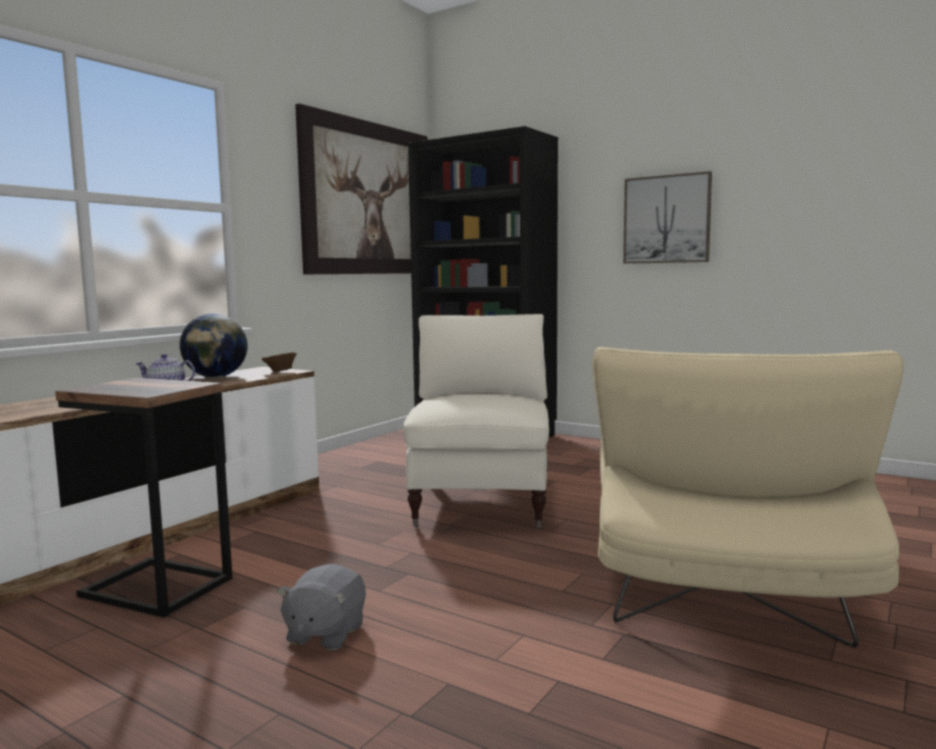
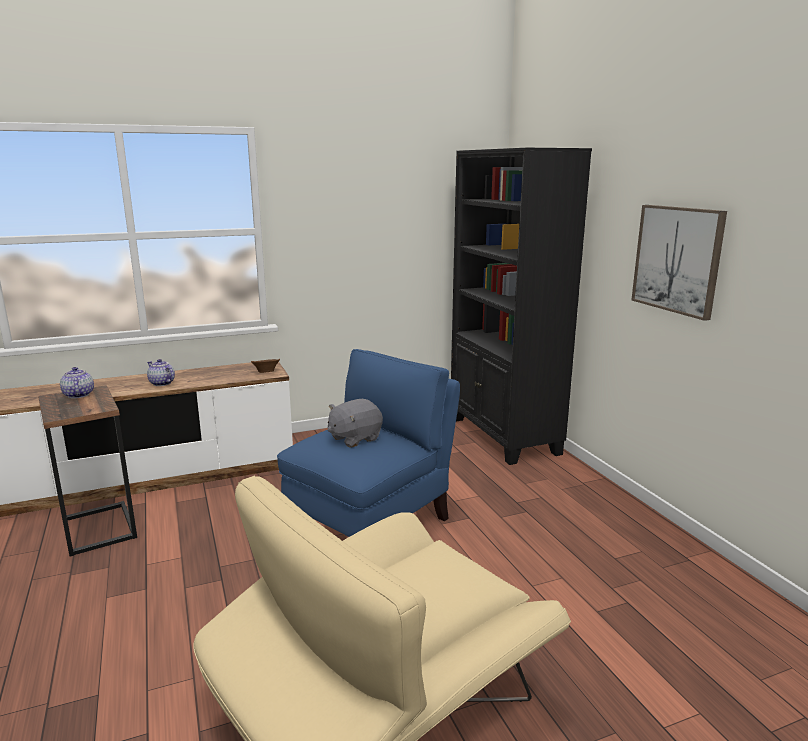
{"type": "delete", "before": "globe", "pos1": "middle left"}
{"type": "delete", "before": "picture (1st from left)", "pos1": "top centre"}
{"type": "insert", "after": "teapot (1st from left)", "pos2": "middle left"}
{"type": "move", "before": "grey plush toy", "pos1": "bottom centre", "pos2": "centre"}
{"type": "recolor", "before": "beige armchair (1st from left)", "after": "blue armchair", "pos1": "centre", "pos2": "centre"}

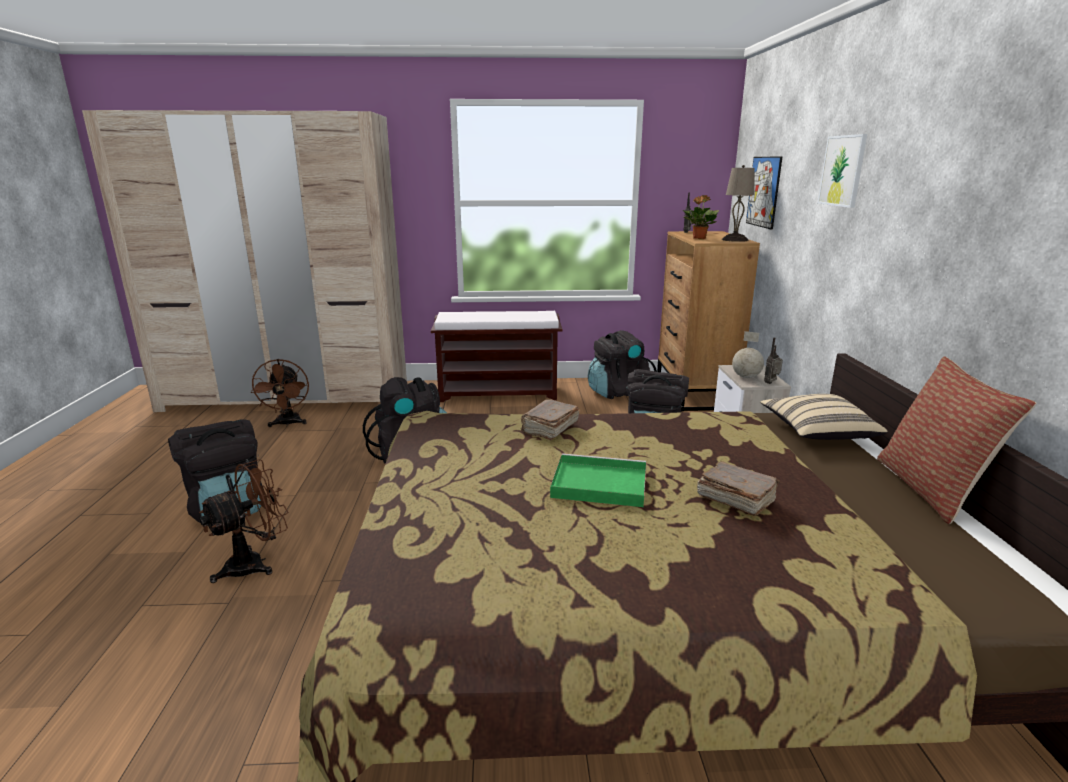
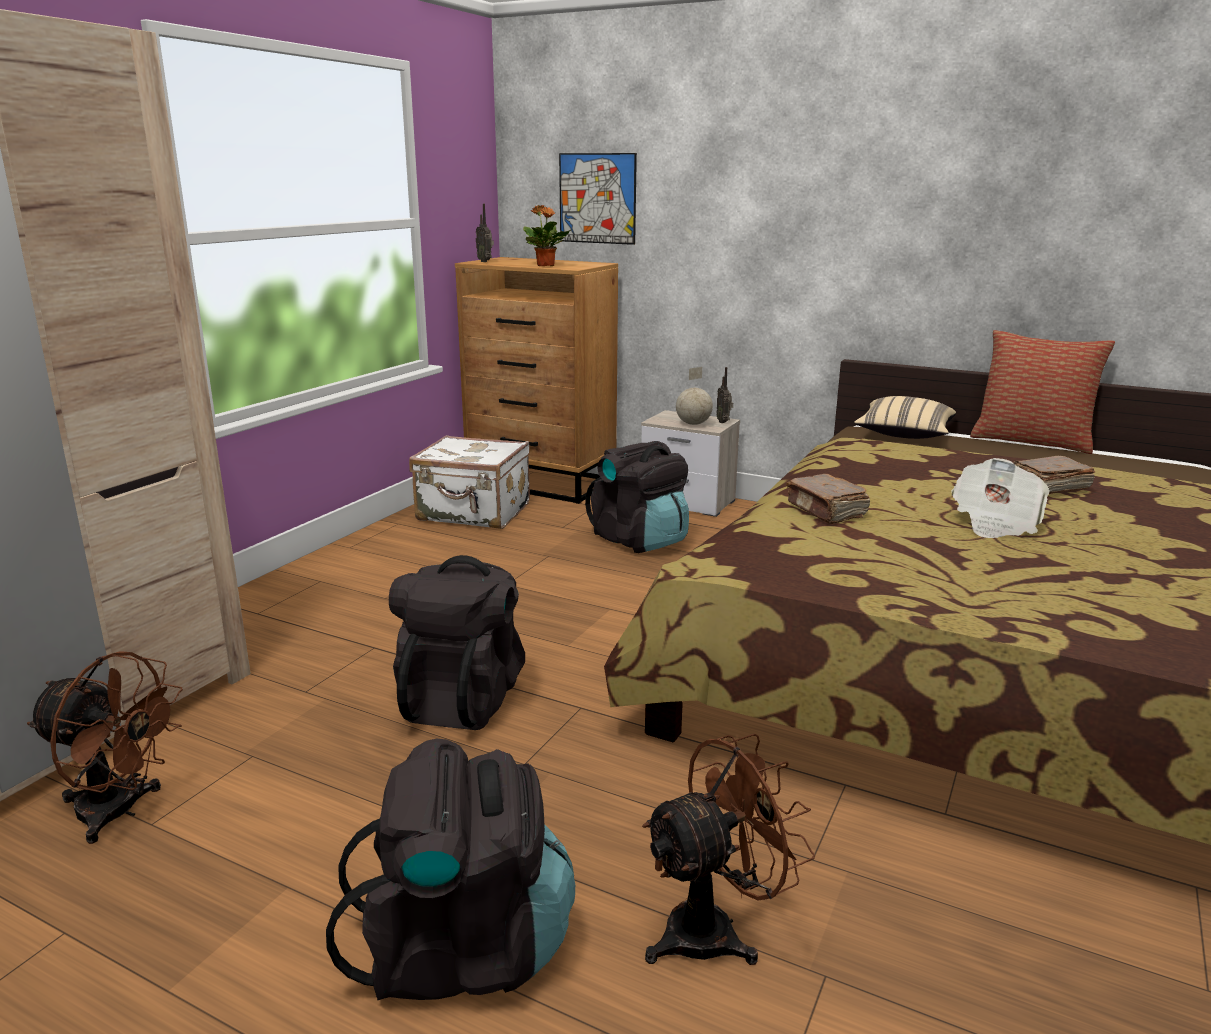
{"type": "delete", "before": "brown bench", "pos1": "centre"}
{"type": "delete", "before": "beige table lamp", "pos1": "top right"}
{"type": "delete", "before": "picture (2nd from left)", "pos1": "top right"}
{"type": "replace", "before": "green tray", "after": "newspaper", "pos1": "centre", "pos2": "middle right"}
{"type": "replace", "before": "black backpack (3rd from left)", "after": "white suitcase", "pos1": "centre", "pos2": "centre"}
{"type": "rotate", "before": "brown fan (1st from left in the first image)", "pos1": "middle left", "pos2": "bottom centre", "turn": 75}

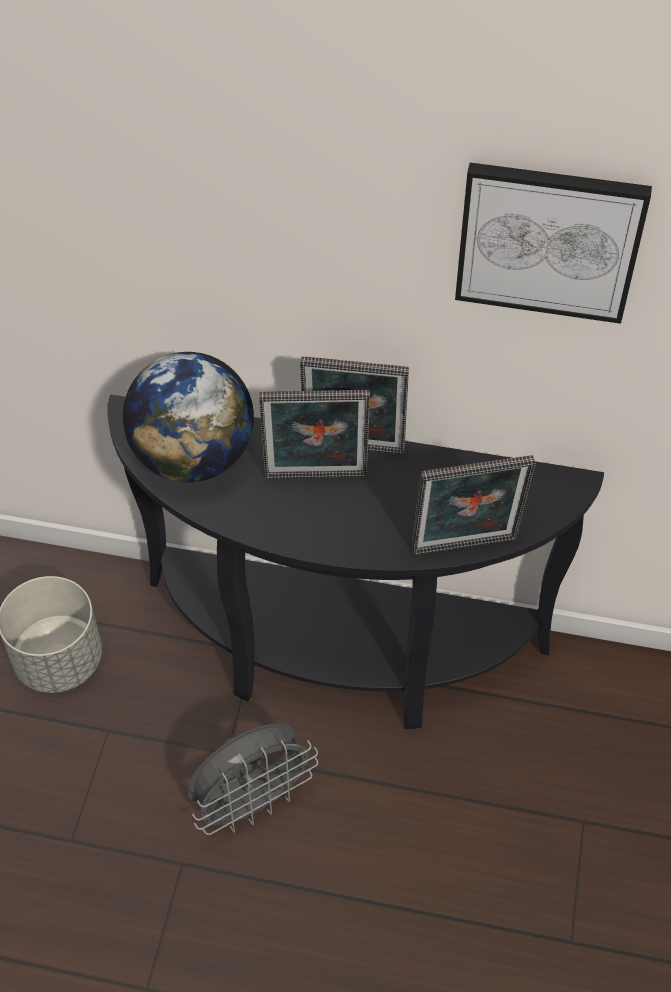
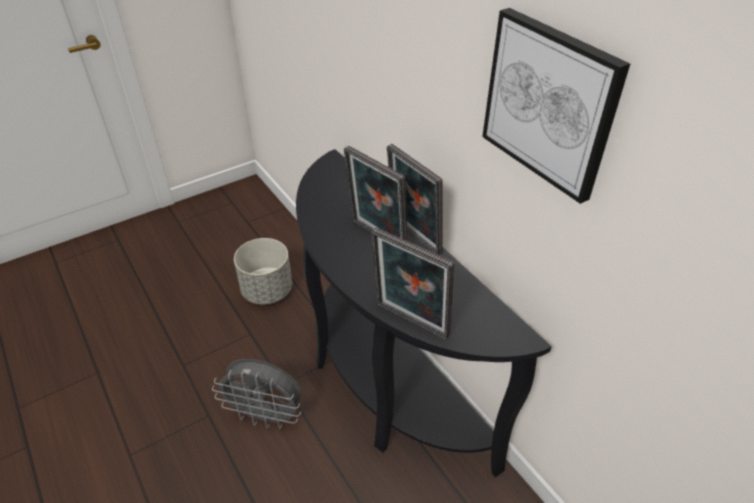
{"type": "delete", "before": "globe", "pos1": "middle left"}

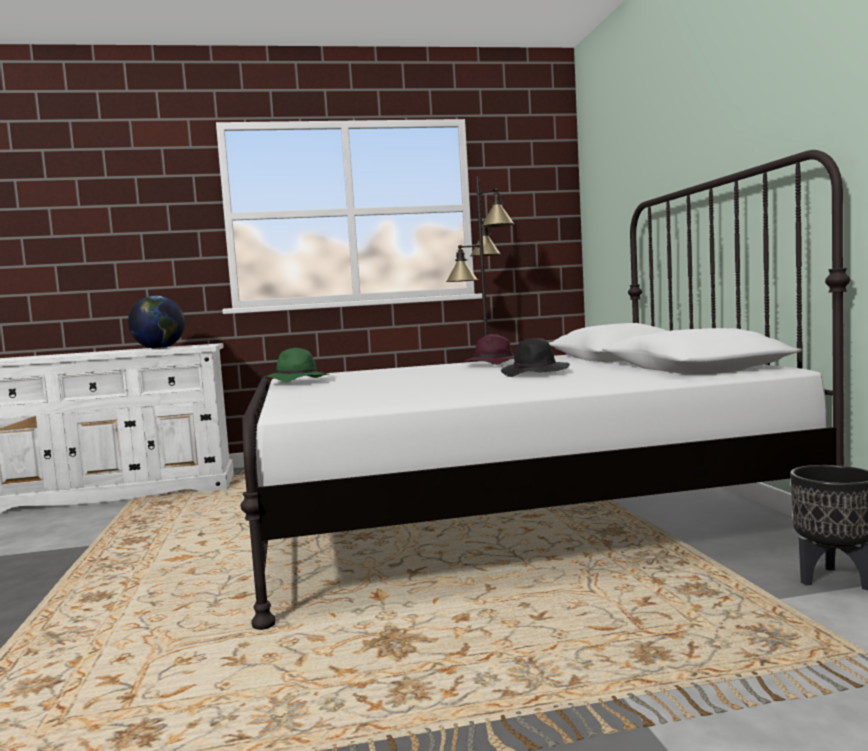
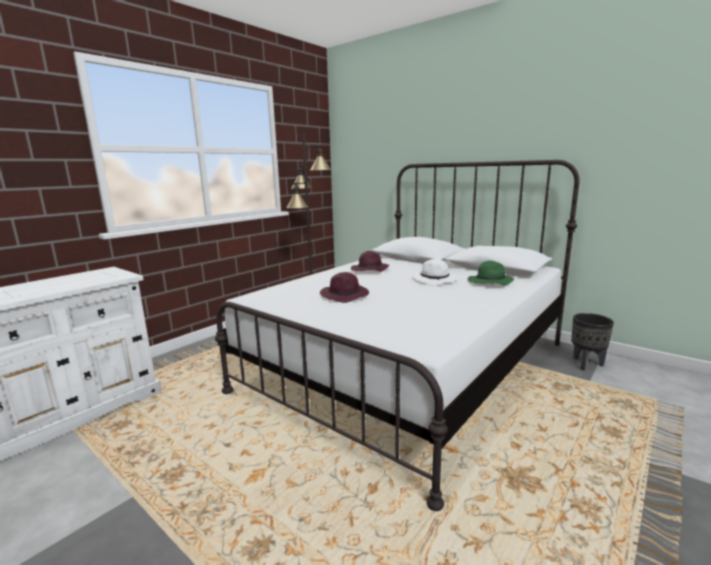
{"type": "delete", "before": "globe", "pos1": "middle left"}
{"type": "insert", "after": "purple hat (1st from left)", "pos2": "centre"}
{"type": "move", "before": "green hat", "pos1": "centre", "pos2": "middle right"}
{"type": "recolor", "before": "black hat", "after": "white hat", "pos1": "centre", "pos2": "centre"}

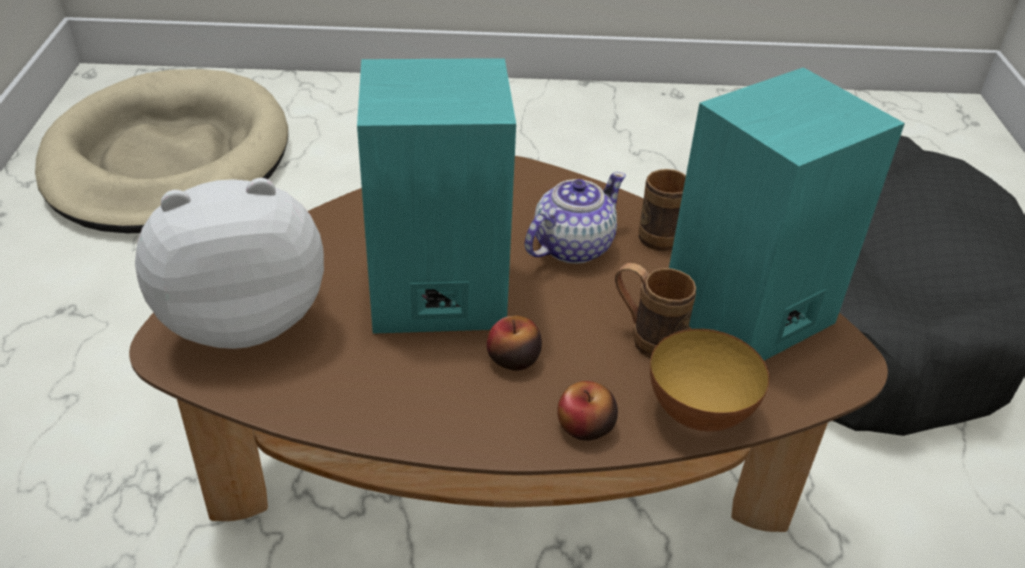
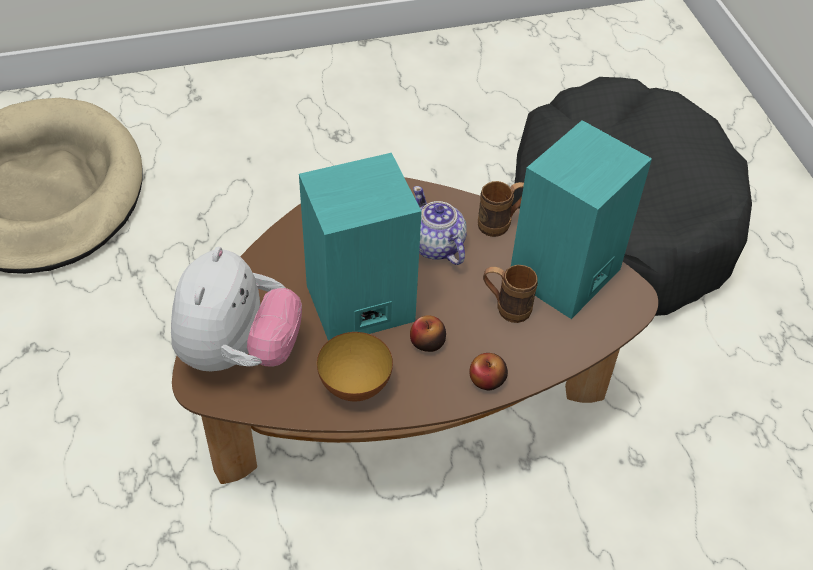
{"type": "move", "before": "bowl", "pos1": "bottom right", "pos2": "centre"}
{"type": "rotate", "before": "plush toy", "pos1": "middle left", "pos2": "middle left", "turn": 135}
{"type": "rotate", "before": "teapot", "pos1": "centre", "pos2": "centre", "turn": -60}

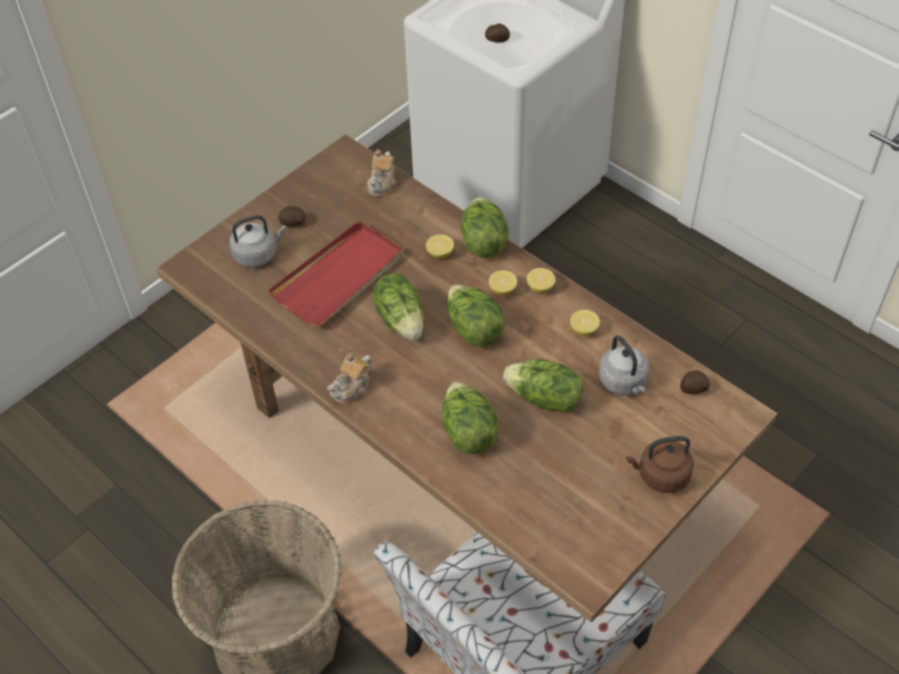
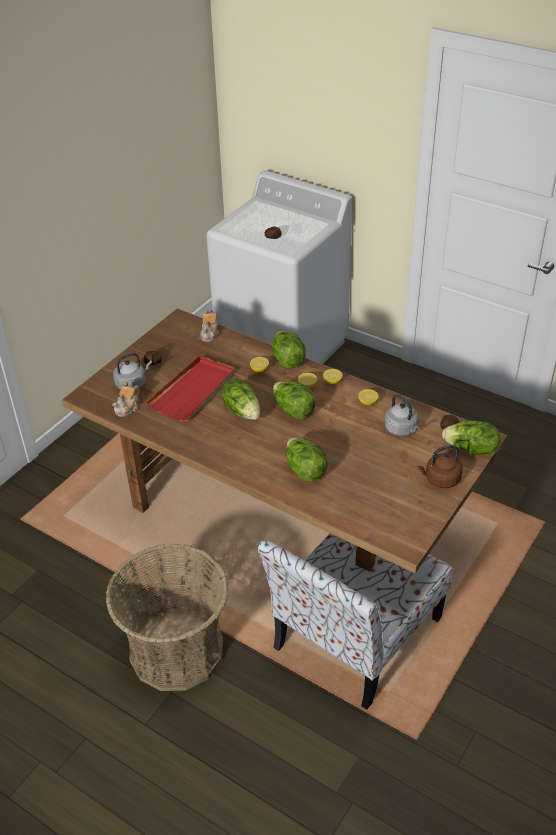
{"type": "move", "before": "teapot (1st from left)", "pos1": "centre", "pos2": "middle left"}
{"type": "move", "before": "lettuce (5th from left)", "pos1": "centre", "pos2": "middle right"}

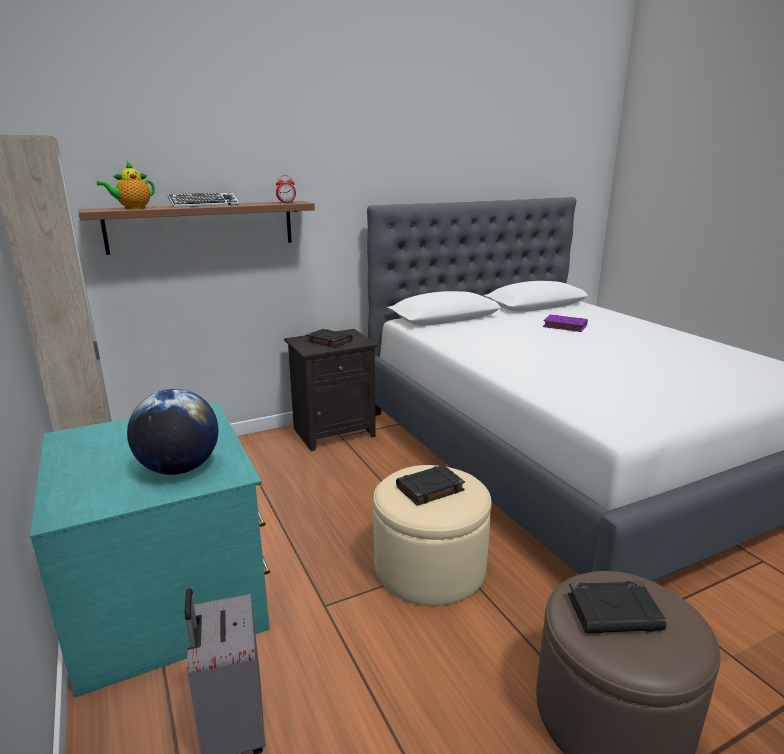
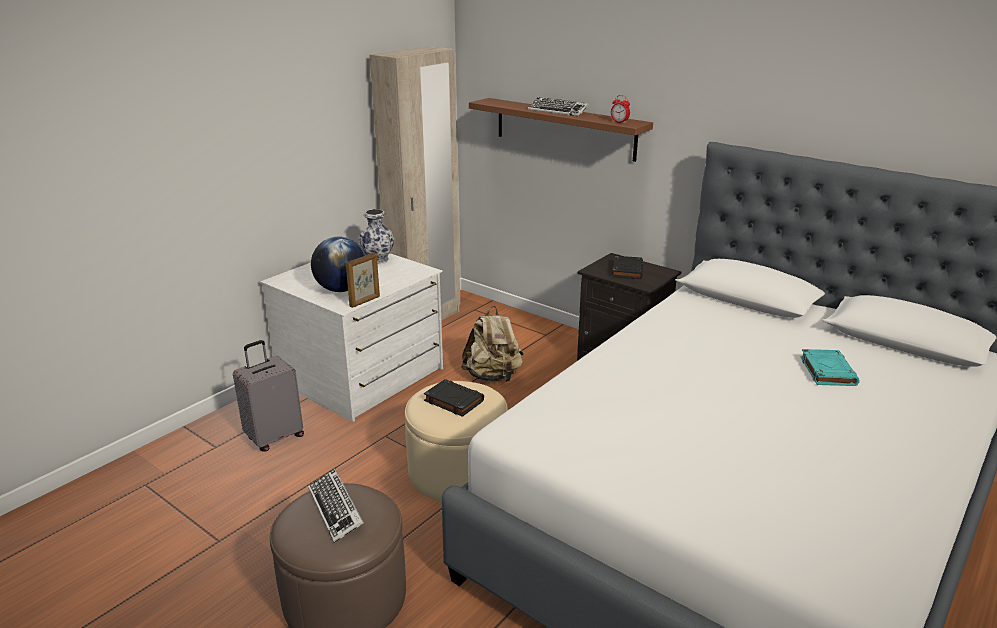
{"type": "delete", "before": "teapot", "pos1": "top left"}
{"type": "insert", "after": "picture frame", "pos2": "centre"}
{"type": "insert", "after": "vase", "pos2": "centre"}
{"type": "insert", "after": "beige backpack", "pos2": "centre"}
{"type": "replace", "before": "black book (3rd from left)", "after": "keyboard (1st from left)", "pos1": "bottom right", "pos2": "bottom centre"}
{"type": "recolor", "before": "turquoise dresser", "after": "white dresser", "pos1": "bottom left", "pos2": "centre"}
{"type": "recolor", "before": "purple book", "after": "turquoise book", "pos1": "middle right", "pos2": "middle right"}

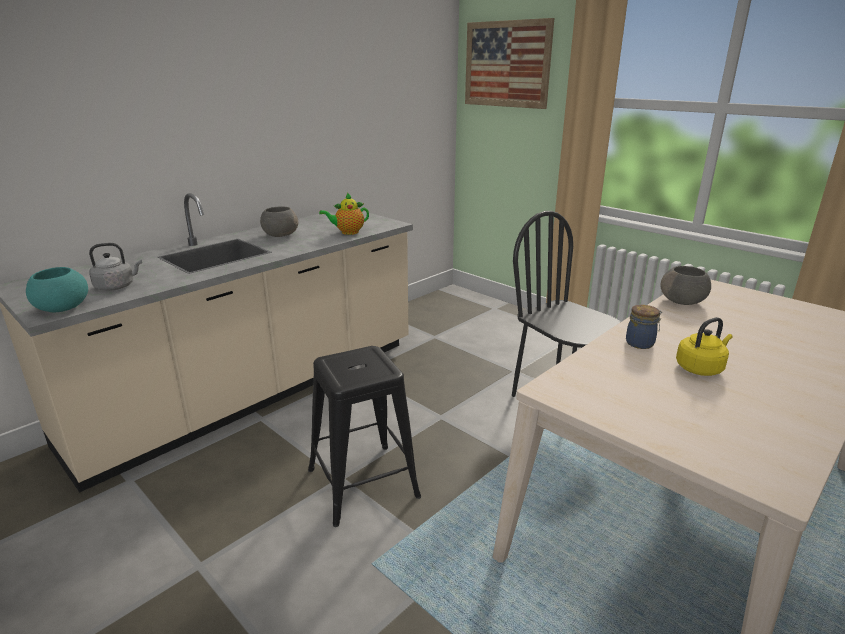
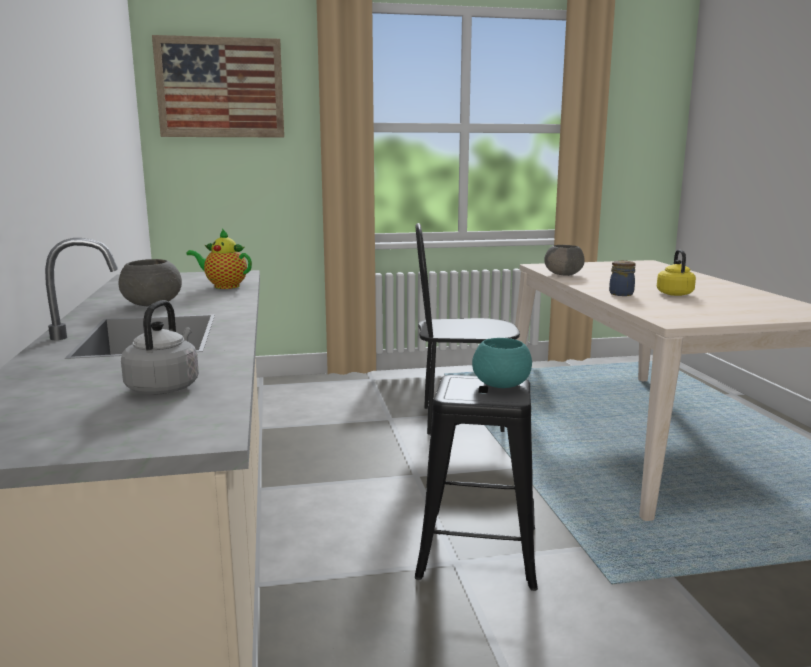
{"type": "move", "before": "turquoise bowl", "pos1": "middle left", "pos2": "centre"}
{"type": "rotate", "before": "teapot", "pos1": "centre", "pos2": "middle left", "turn": 90}

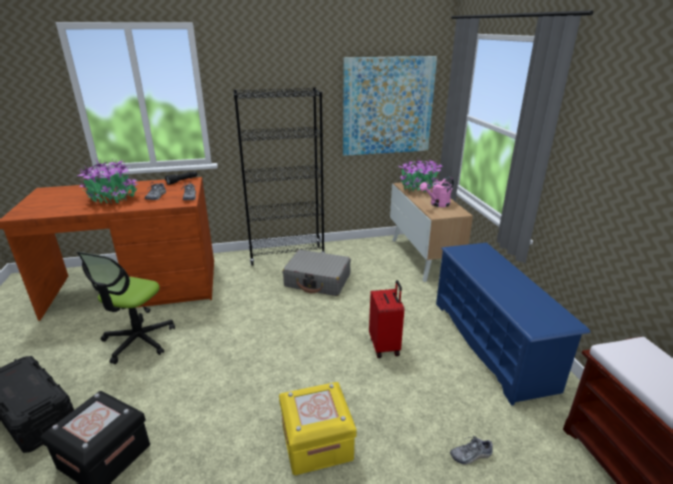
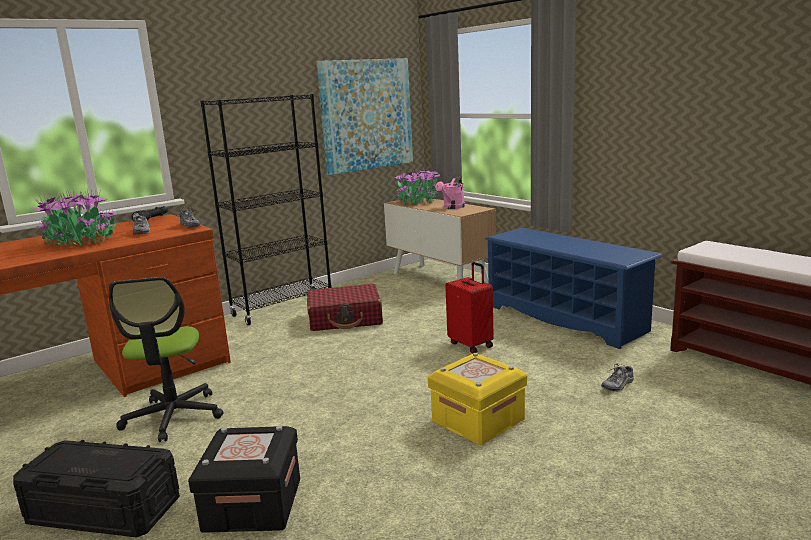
{"type": "recolor", "before": "grey suitcase", "after": "red suitcase (1st from left)", "pos1": "centre", "pos2": "centre"}

